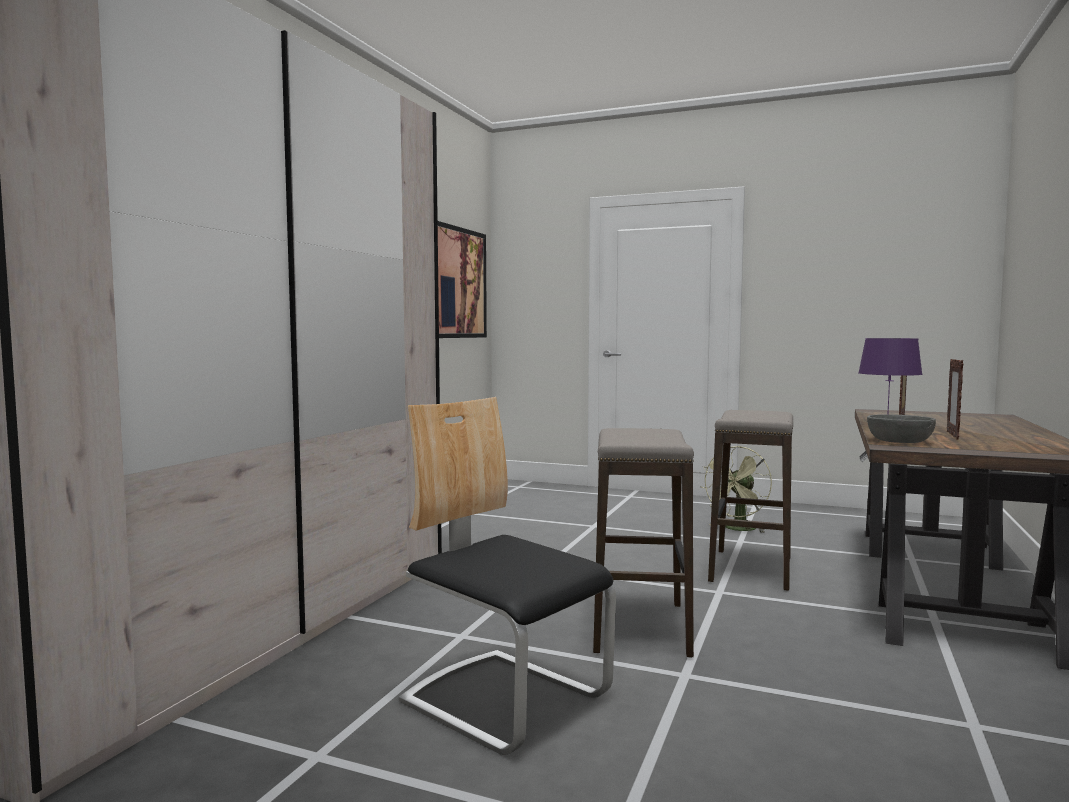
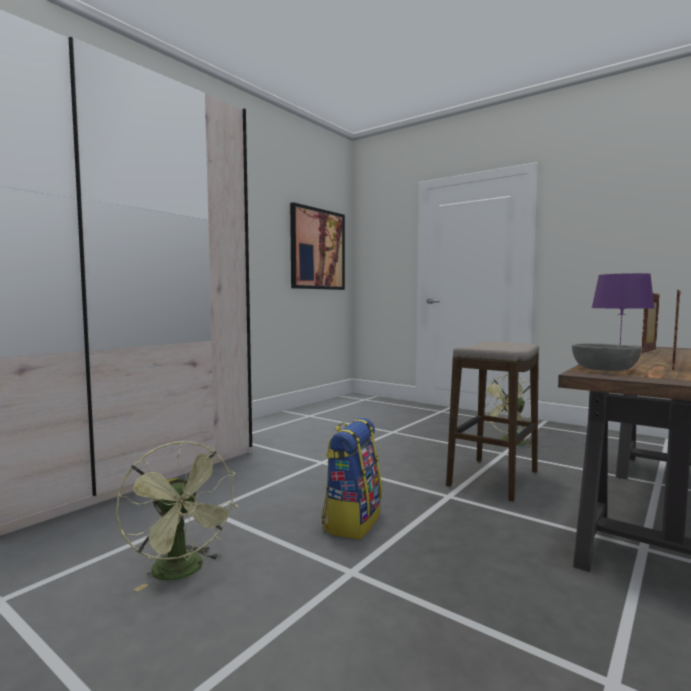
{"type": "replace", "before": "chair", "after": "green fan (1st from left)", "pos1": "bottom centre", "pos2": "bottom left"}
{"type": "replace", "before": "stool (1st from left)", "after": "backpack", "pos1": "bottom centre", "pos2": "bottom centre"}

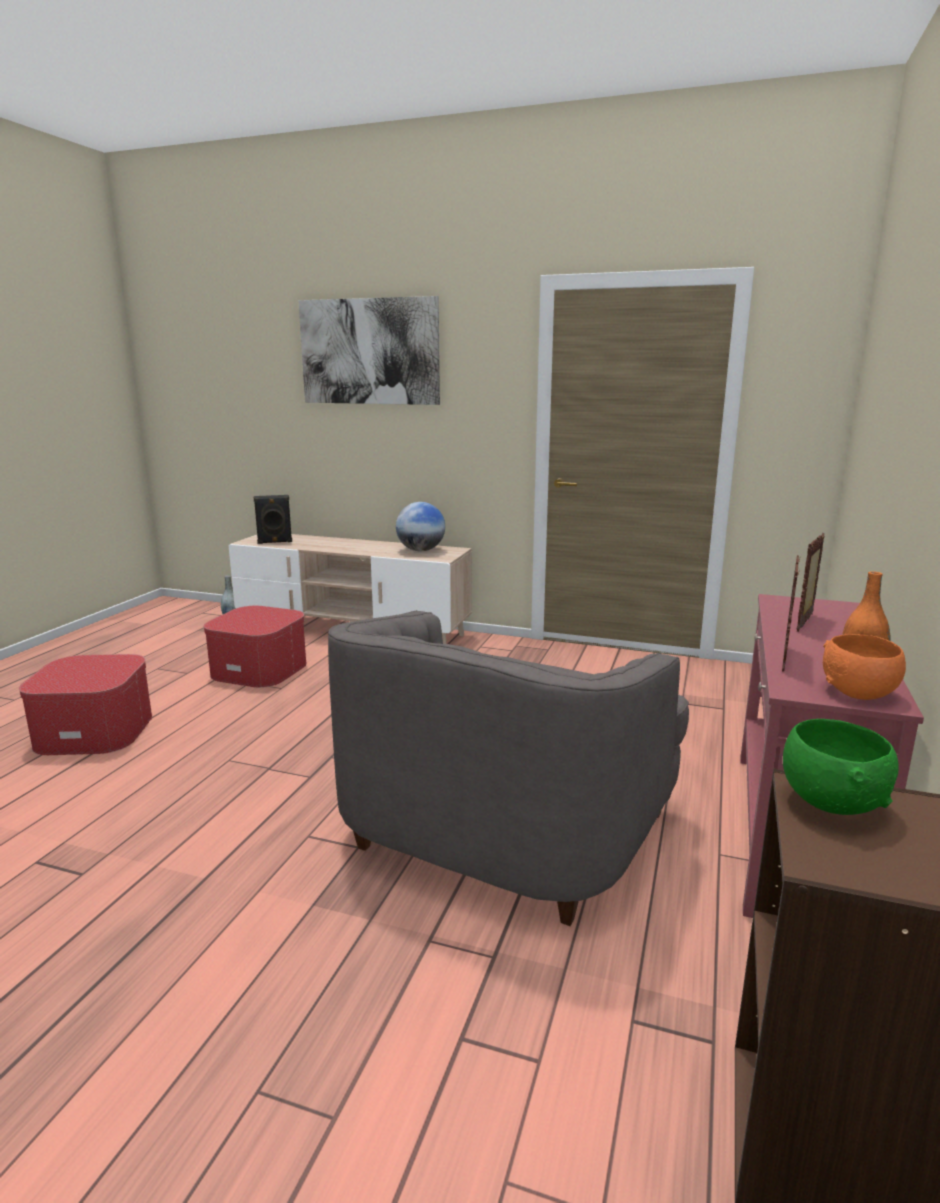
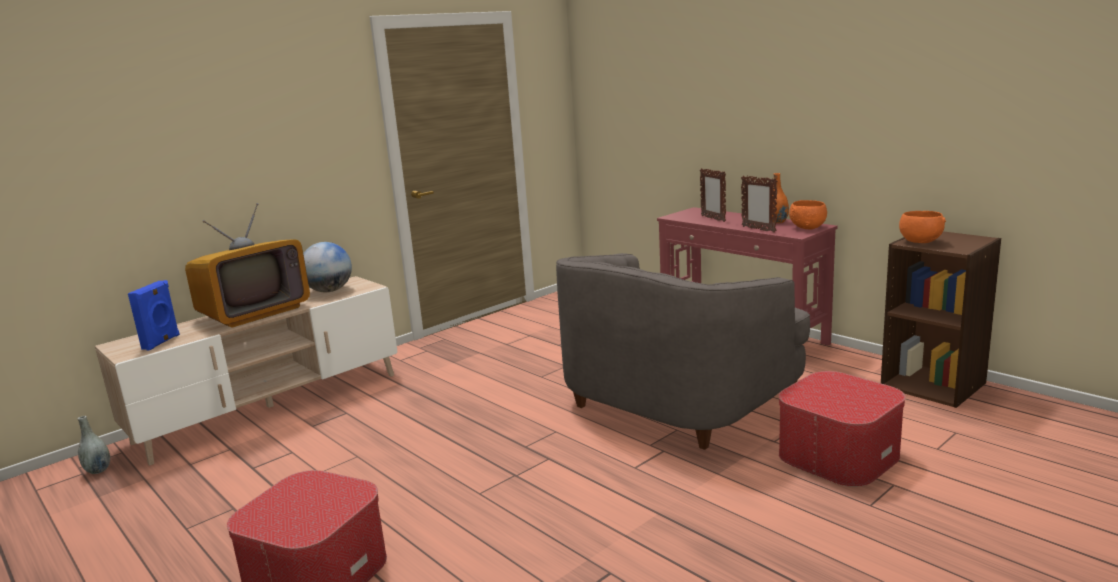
{"type": "delete", "before": "picture", "pos1": "top centre"}
{"type": "insert", "after": "television", "pos2": "middle left"}
{"type": "move", "before": "ottoman (2nd from left)", "pos1": "middle left", "pos2": "bottom right"}
{"type": "recolor", "before": "black speaker", "after": "blue speaker", "pos1": "middle left", "pos2": "middle left"}
{"type": "recolor", "before": "green bowl", "after": "orange bowl (2nd from left)", "pos1": "middle right", "pos2": "middle right"}
{"type": "rotate", "before": "grey armchair", "pos1": "centre", "pos2": "centre", "turn": 75}

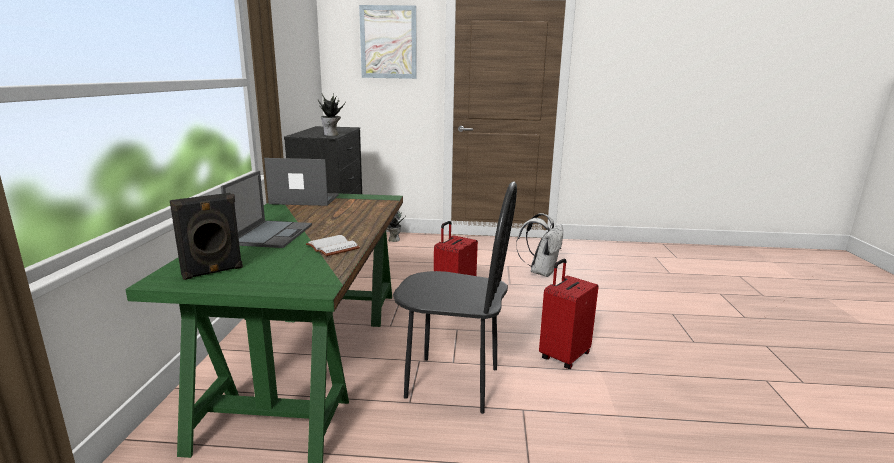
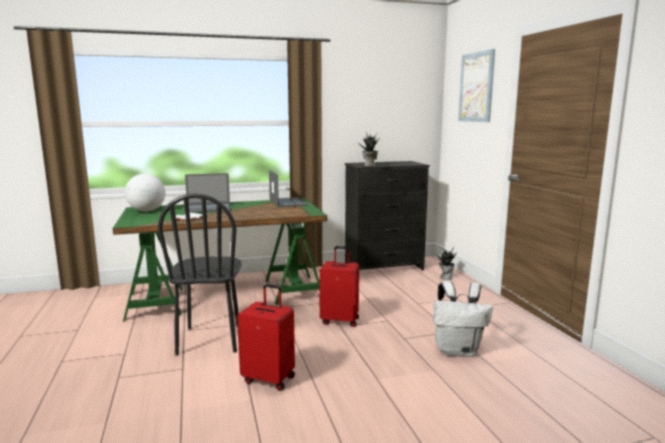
{"type": "replace", "before": "black speaker", "after": "globe", "pos1": "middle left", "pos2": "middle left"}

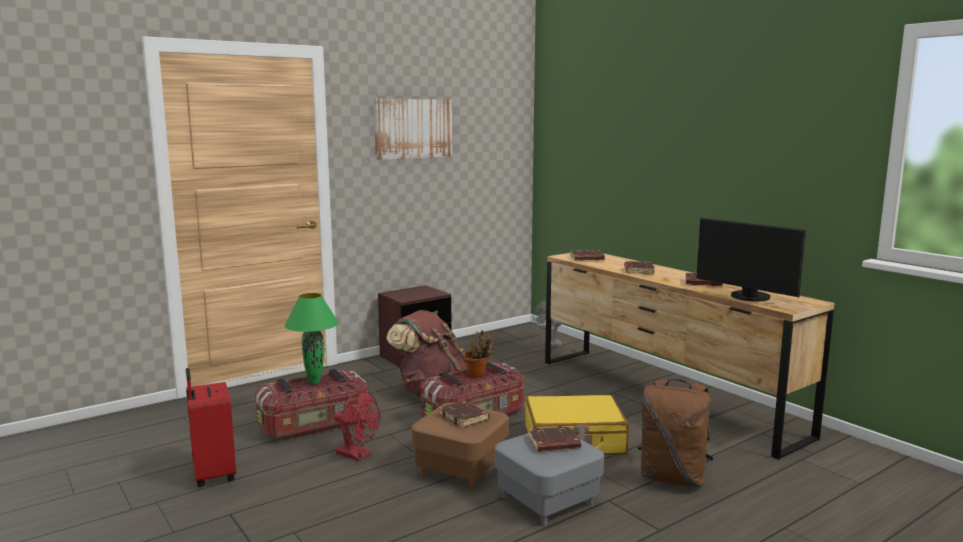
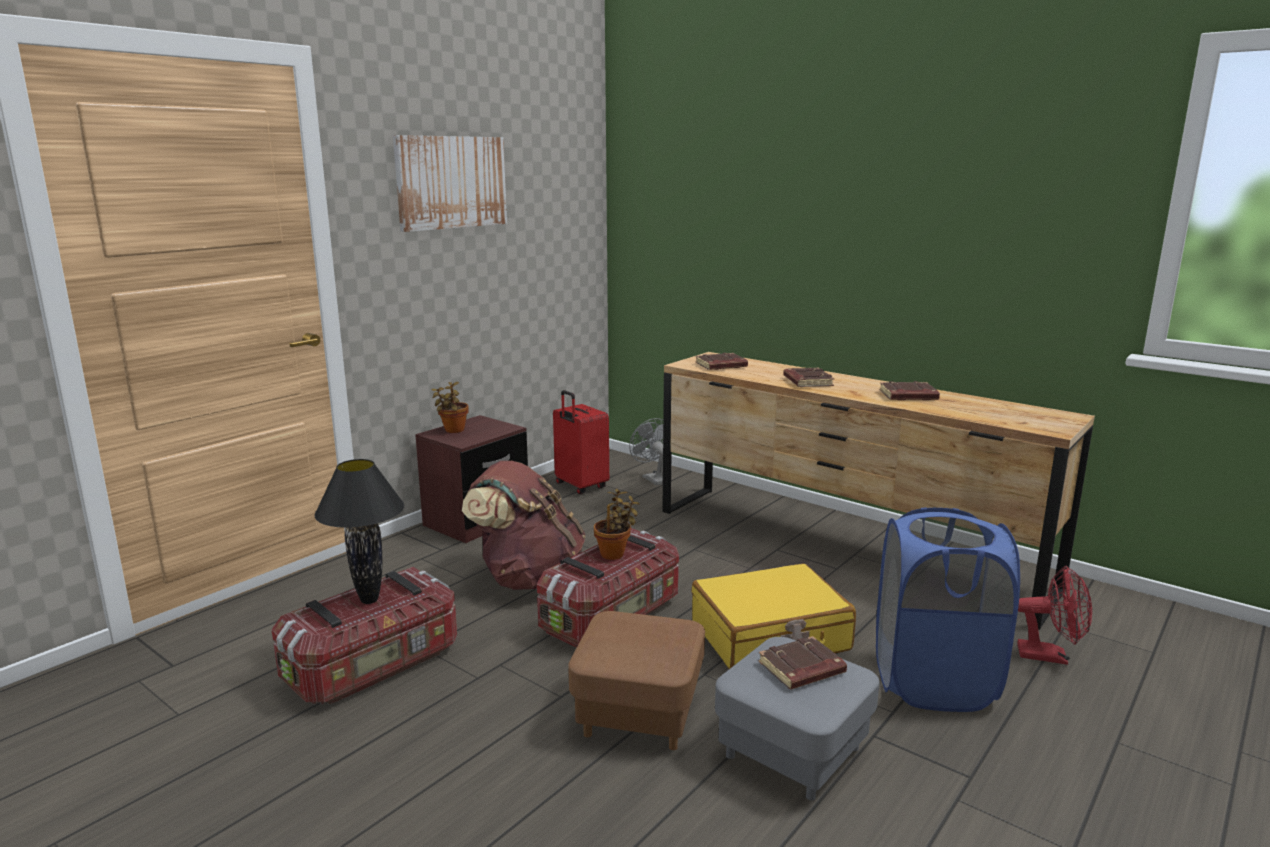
{"type": "delete", "before": "brown book (1st from left)", "pos1": "bottom centre"}
{"type": "delete", "before": "monitor", "pos1": "middle right"}
{"type": "insert", "after": "potted plant (1st from left)", "pos2": "centre"}
{"type": "move", "before": "red suitcase", "pos1": "bottom left", "pos2": "centre"}
{"type": "move", "before": "red fan", "pos1": "bottom centre", "pos2": "bottom right"}
{"type": "replace", "before": "brown backpack (2nd from left)", "after": "blue laundry basket", "pos1": "bottom right", "pos2": "bottom right"}
{"type": "recolor", "before": "green table lamp", "after": "black table lamp", "pos1": "middle left", "pos2": "middle left"}

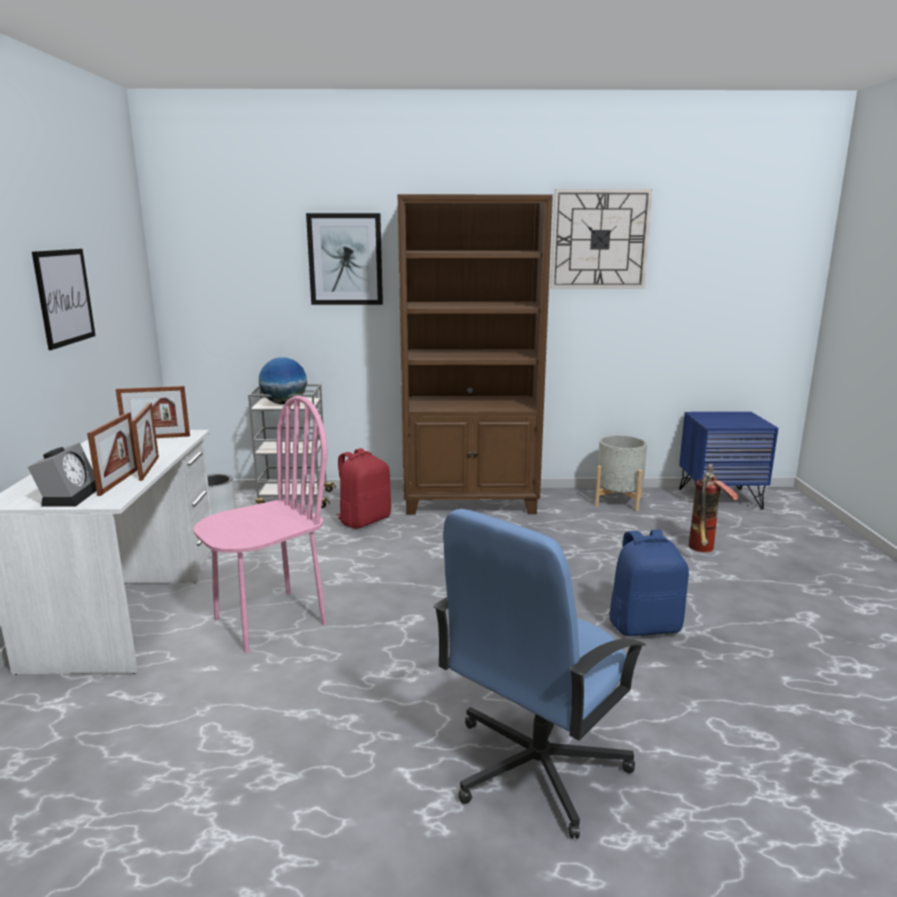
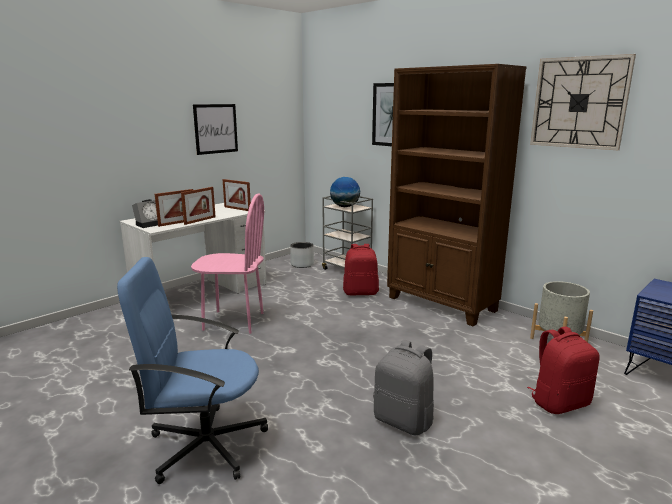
{"type": "replace", "before": "fire extinguisher", "after": "red backpack (2nd from left)", "pos1": "middle right", "pos2": "bottom right"}
{"type": "recolor", "before": "blue backpack", "after": "grey backpack", "pos1": "middle right", "pos2": "bottom centre"}

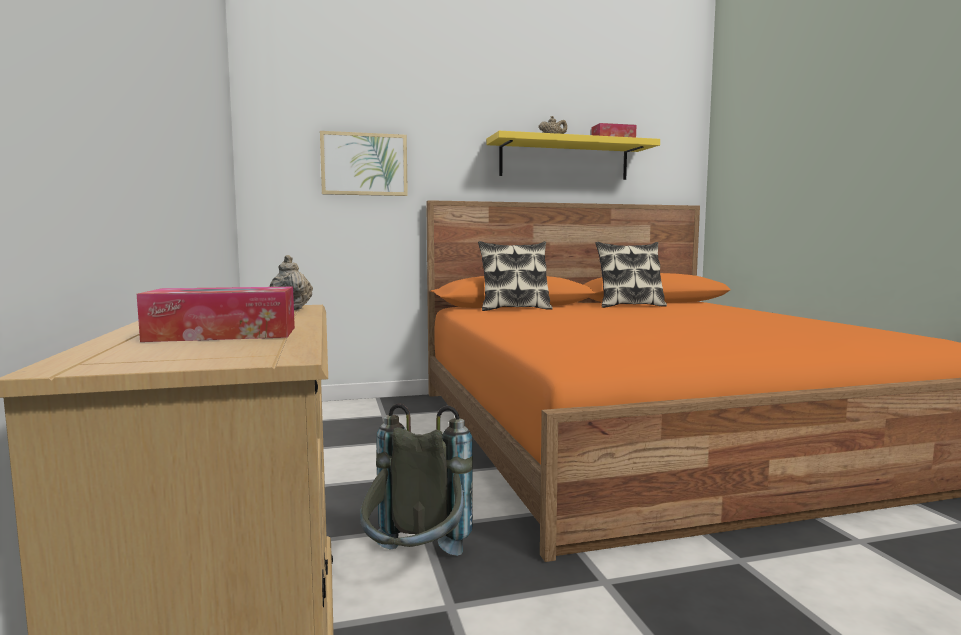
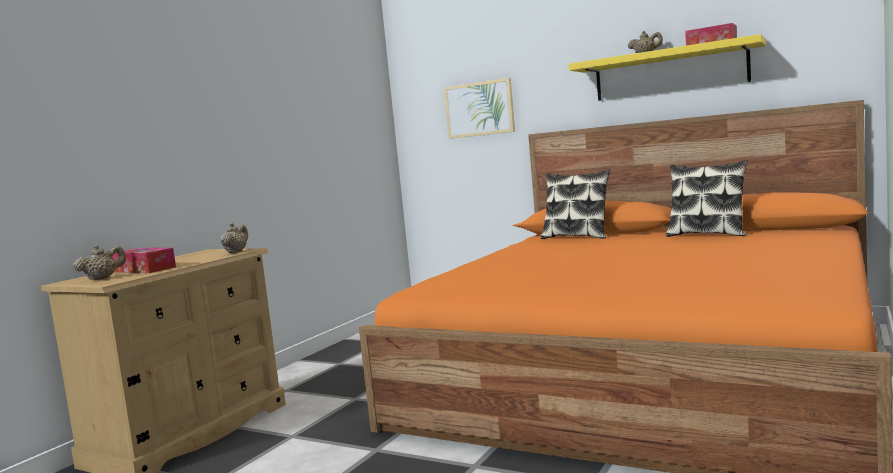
{"type": "delete", "before": "grey backpack", "pos1": "bottom centre"}
{"type": "insert", "after": "beige teapot (1st from left)", "pos2": "middle left"}

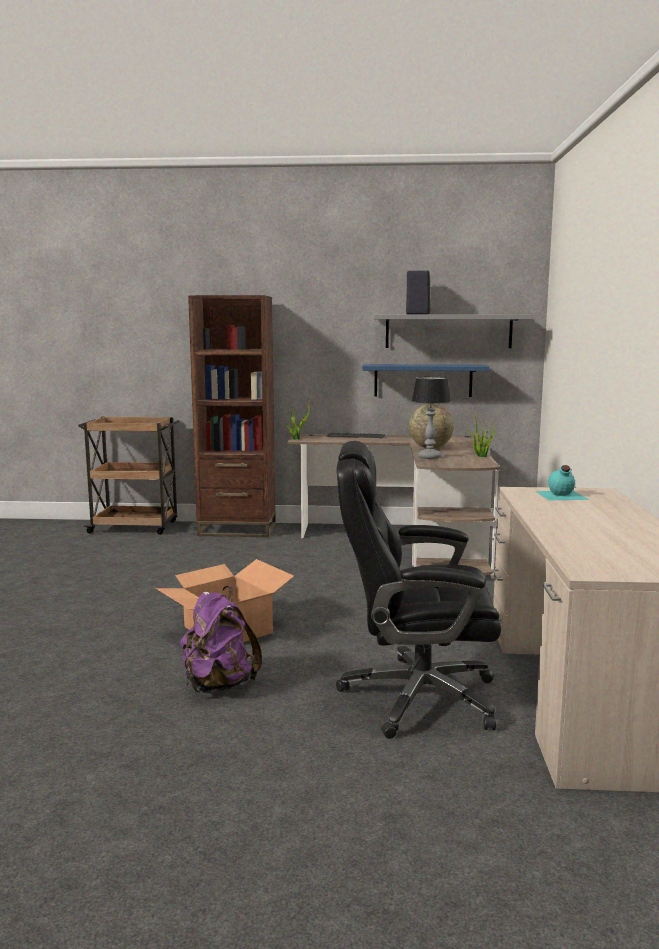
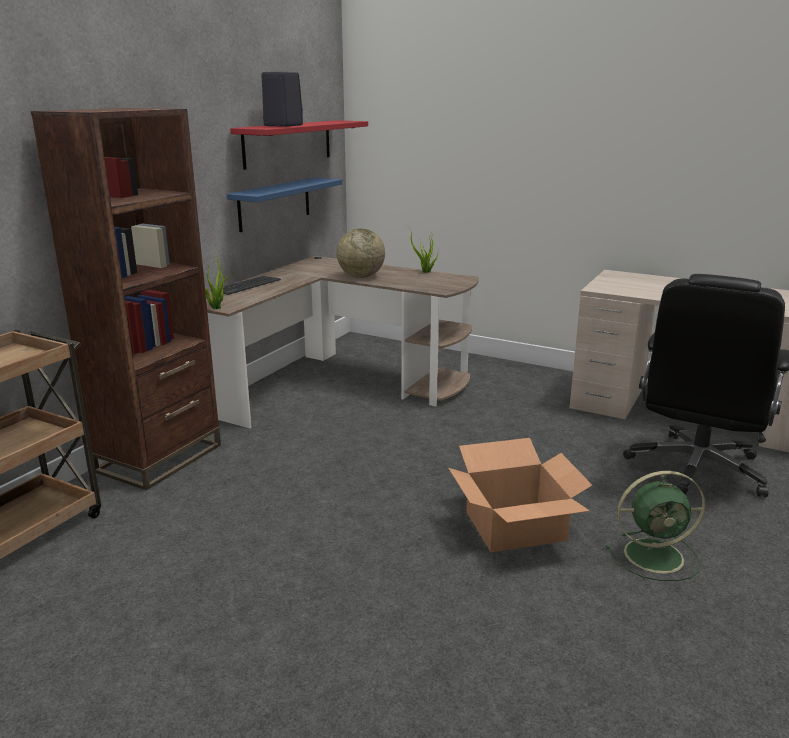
{"type": "delete", "before": "table lamp", "pos1": "centre"}
{"type": "delete", "before": "turquoise bottle", "pos1": "middle right"}
{"type": "replace", "before": "purple backpack", "after": "green fan", "pos1": "bottom centre", "pos2": "bottom right"}
{"type": "recolor", "before": "grey shelf", "after": "red shelf", "pos1": "middle right", "pos2": "top centre"}

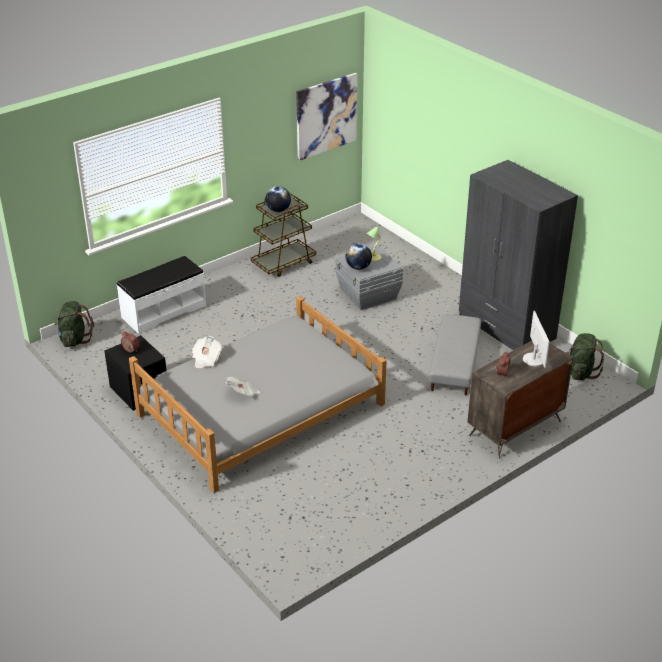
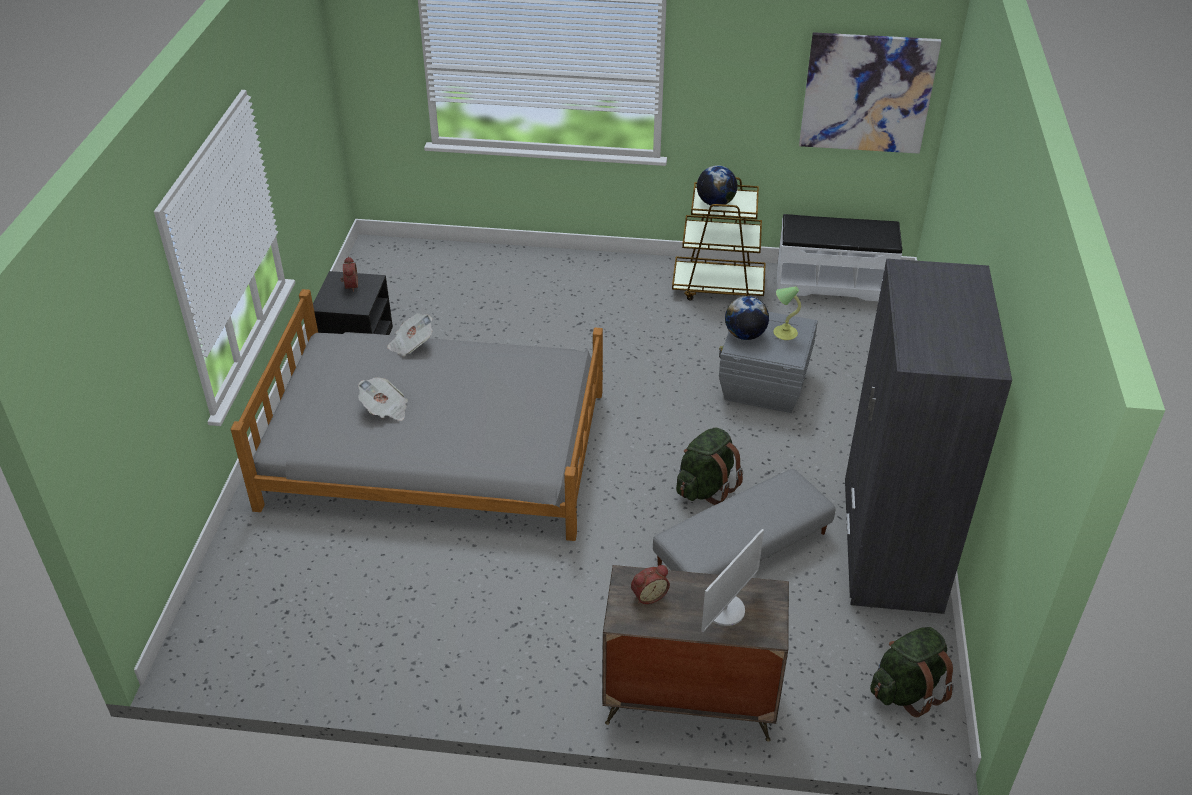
{"type": "move", "before": "green backpack (1st from left)", "pos1": "middle left", "pos2": "centre"}
{"type": "move", "before": "white bench", "pos1": "middle left", "pos2": "top right"}

